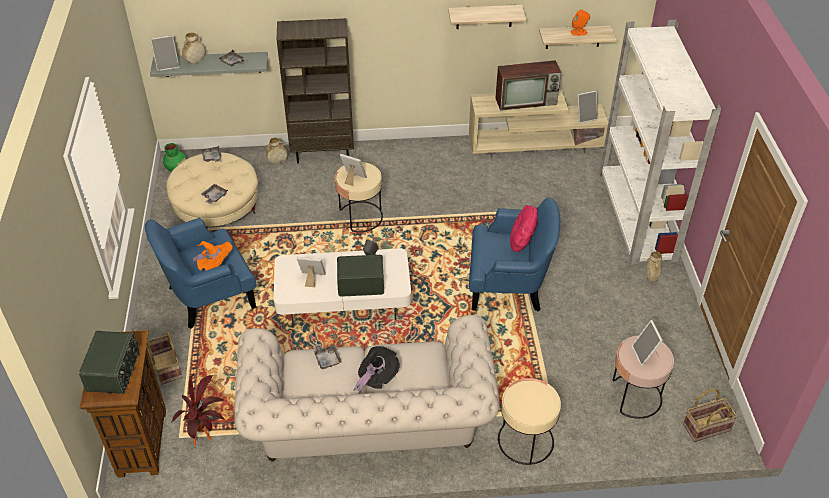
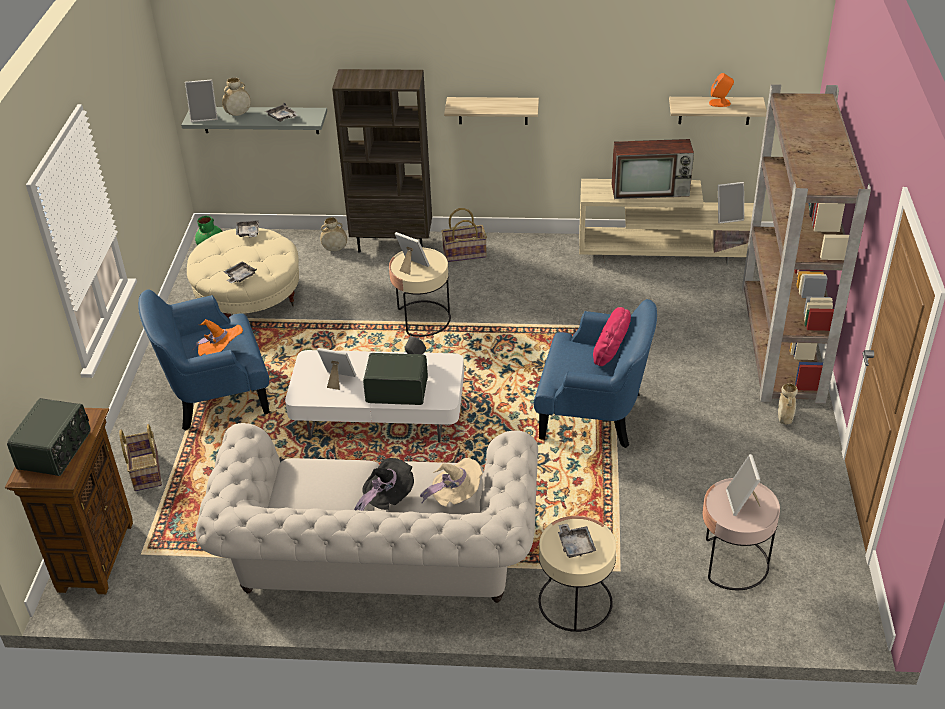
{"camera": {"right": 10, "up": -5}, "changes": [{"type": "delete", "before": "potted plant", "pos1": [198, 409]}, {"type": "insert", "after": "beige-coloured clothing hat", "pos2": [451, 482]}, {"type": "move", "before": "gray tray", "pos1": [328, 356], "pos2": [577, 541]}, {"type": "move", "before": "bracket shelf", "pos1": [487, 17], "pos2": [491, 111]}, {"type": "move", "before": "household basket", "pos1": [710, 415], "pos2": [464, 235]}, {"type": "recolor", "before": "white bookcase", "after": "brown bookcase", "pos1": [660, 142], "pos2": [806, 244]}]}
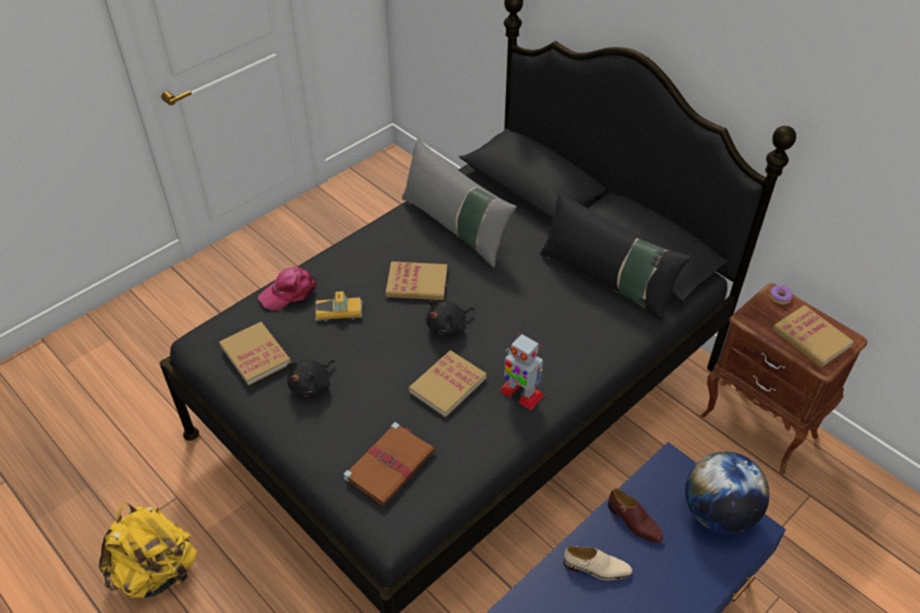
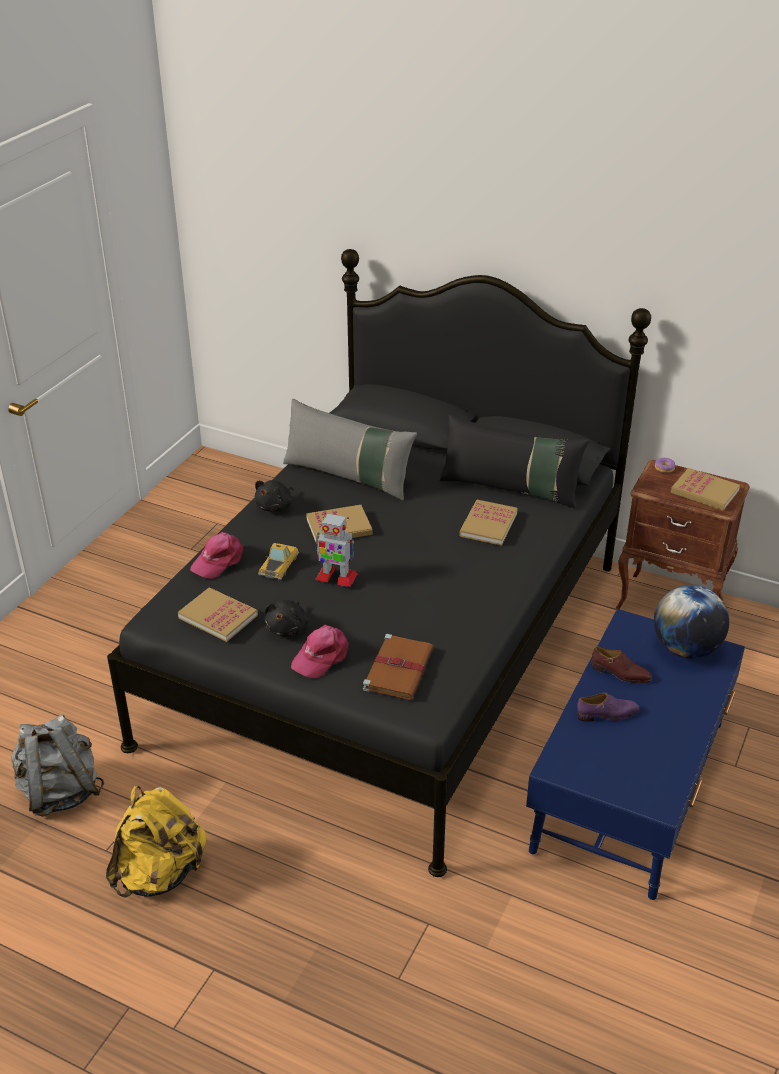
{"camera": {"right": -20, "up": -10}, "changes": [{"type": "insert", "after": "gray rucksack", "pos2": [58, 765]}, {"type": "insert", "after": "pinkish peaked cap", "pos2": [320, 652]}, {"type": "move", "before": "volume", "pos1": [447, 384], "pos2": [488, 523]}, {"type": "move", "before": "black-coloured soft toy", "pos1": [450, 318], "pos2": [273, 496]}, {"type": "move", "before": "model robot", "pos1": [521, 371], "pos2": [336, 550]}, {"type": "recolor", "before": "beige-coloured low shoe", "after": "purple-coloured low shoe", "pos1": [598, 563], "pos2": [608, 707]}, {"type": "rotate", "before": "model car", "pos1": [339, 306], "pos2": [278, 561], "turn": -45}]}
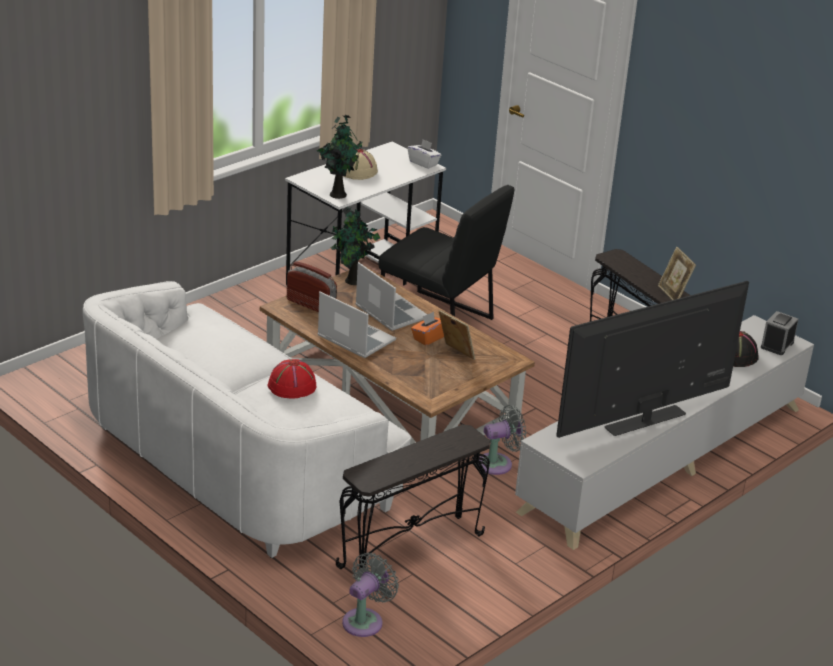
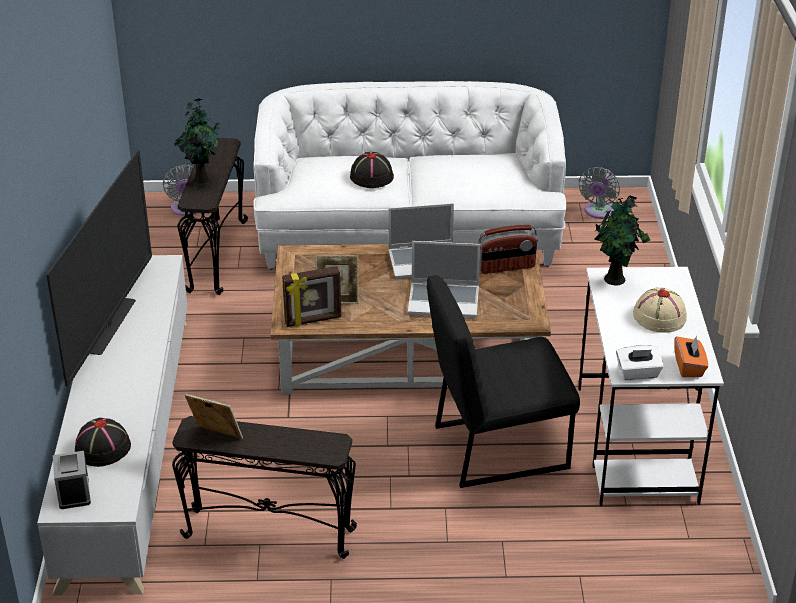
{"camera": {"right": 135, "up": 5}, "changes": [{"type": "insert", "after": "photo frame", "pos2": [311, 296]}, {"type": "move", "before": "potted plant", "pos1": [355, 245], "pos2": [197, 143]}, {"type": "move", "before": "orange-coloured box of tissues", "pos1": [427, 329], "pos2": [691, 356]}, {"type": "move", "before": "gray fan", "pos1": [502, 440], "pos2": [599, 193]}, {"type": "recolor", "before": "red clothing hat", "after": "black-coloured clothing hat", "pos1": [291, 378], "pos2": [372, 170]}]}
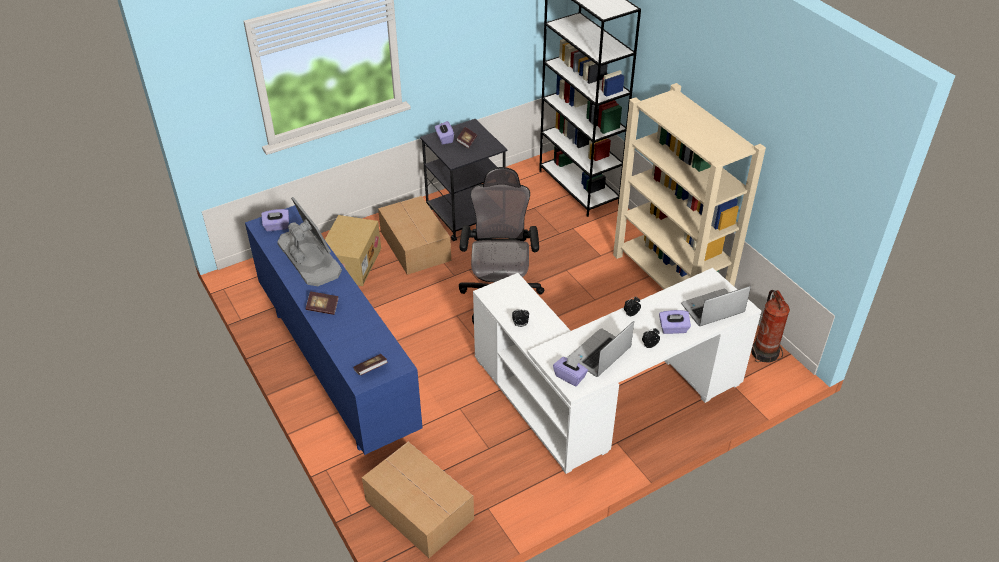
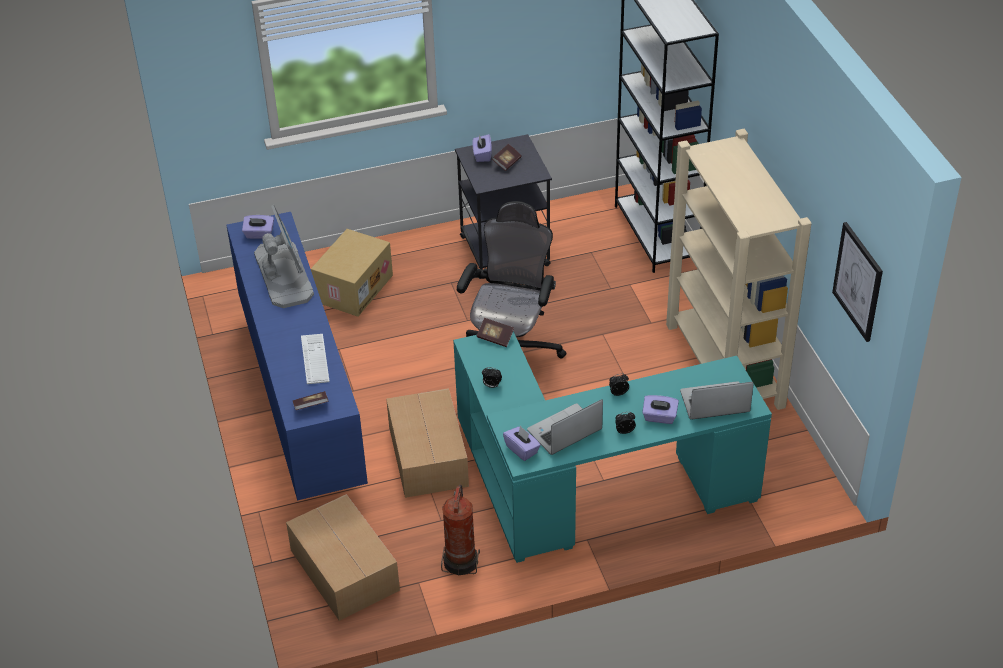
{"camera": {"right": 15, "up": 0}, "changes": [{"type": "insert", "after": "computer keyboard", "pos2": [315, 359]}, {"type": "insert", "after": "wall picture", "pos2": [857, 282]}, {"type": "move", "before": "volume", "pos1": [322, 303], "pos2": [495, 332]}, {"type": "move", "before": "carton", "pos1": [414, 235], "pos2": [427, 443]}, {"type": "move", "before": "fire extinguisher", "pos1": [771, 326], "pos2": [460, 529]}, {"type": "recolor", "before": "white desk table", "after": "blue-green desk table", "pos1": [617, 371], "pos2": [612, 447]}]}
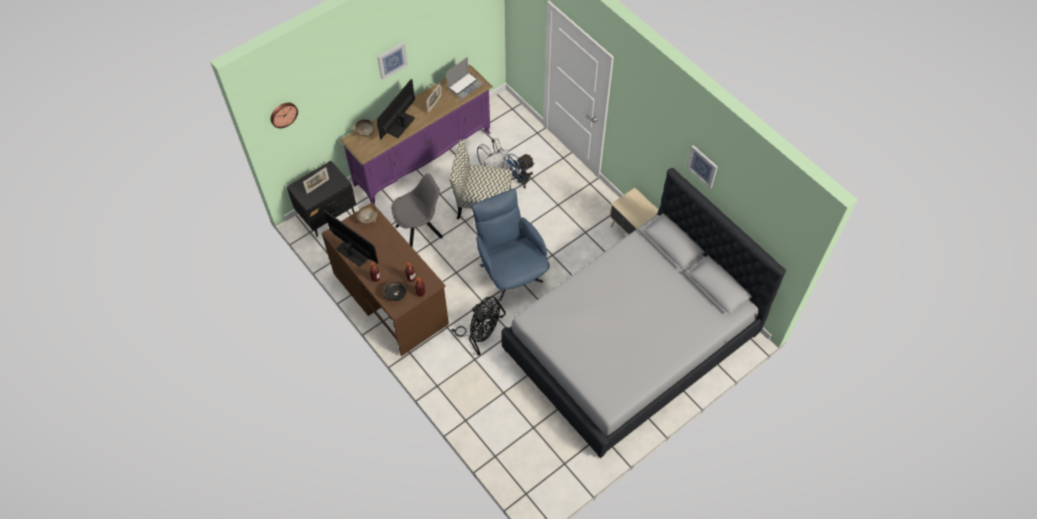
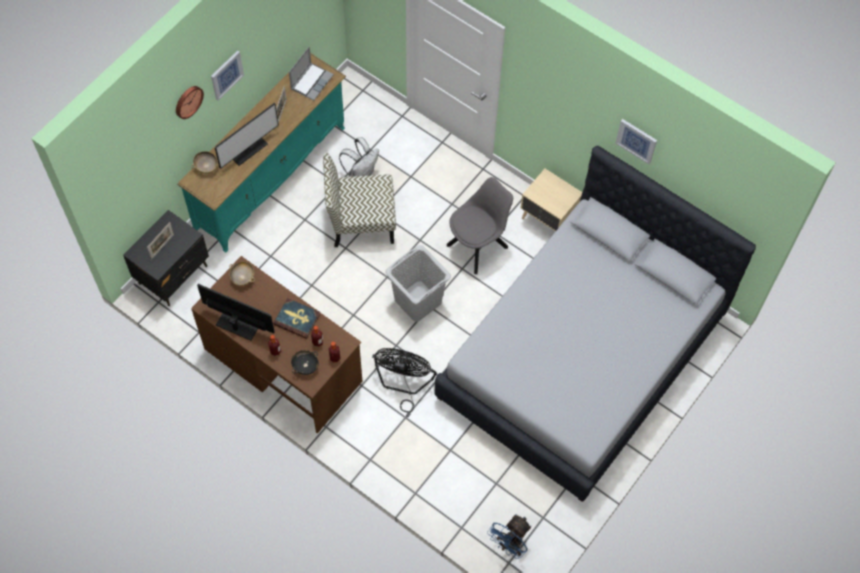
{"camera": {"right": -15, "up": 5}, "changes": [{"type": "insert", "after": "volume", "pos2": [296, 318]}, {"type": "move", "before": "wall clock", "pos1": [284, 115], "pos2": [190, 102]}, {"type": "move", "before": "gray chair", "pos1": [417, 211], "pos2": [480, 225]}, {"type": "move", "before": "blue-coloured fan", "pos1": [519, 171], "pos2": [509, 536]}, {"type": "replace", "before": "blue-coloured armchair", "after": "gray washing basket", "pos1": [511, 245], "pos2": [418, 283]}, {"type": "recolor", "before": "purple-coloured drawer chest", "after": "blue-green drawer chest", "pos1": [416, 135], "pos2": [261, 152]}, {"type": "rotate", "before": "monitor", "pos1": [395, 109], "pos2": [247, 136], "turn": -150}, {"type": "rotate", "before": "black-coloured fan", "pos1": [478, 326], "pos2": [404, 382], "turn": -90}]}
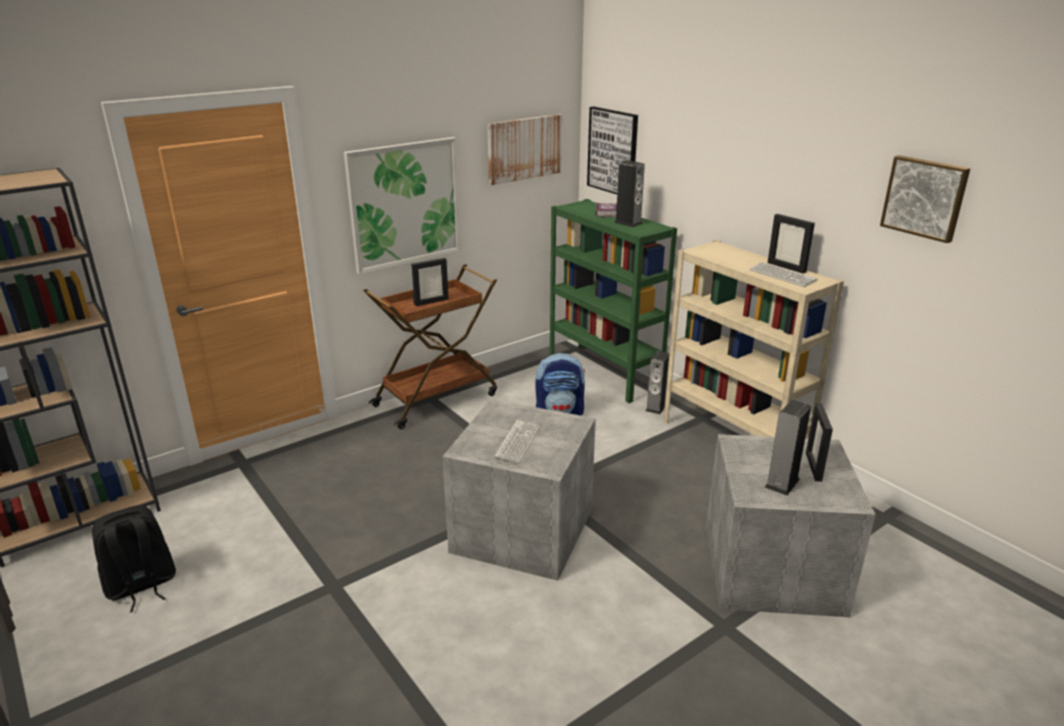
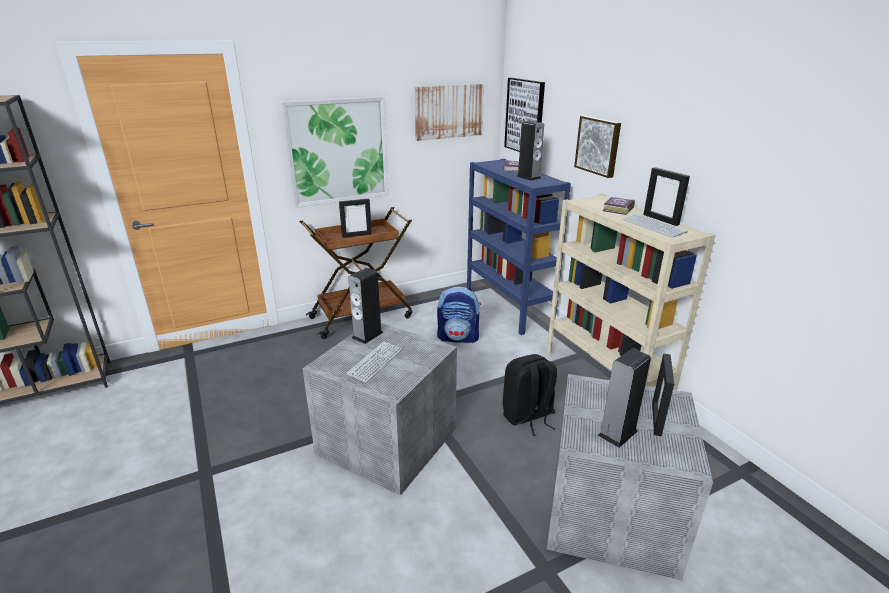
{"camera": {"right": 10, "up": 0}, "changes": [{"type": "insert", "after": "volume", "pos2": [618, 206]}, {"type": "move", "before": "black-coloured rucksack", "pos1": [134, 559], "pos2": [530, 395]}, {"type": "move", "before": "speaker", "pos1": [657, 382], "pos2": [365, 306]}, {"type": "move", "before": "wall picture", "pos1": [925, 199], "pos2": [597, 147]}, {"type": "recolor", "before": "green bookcase", "after": "blue-coloured bookcase", "pos1": [613, 301], "pos2": [519, 247]}]}
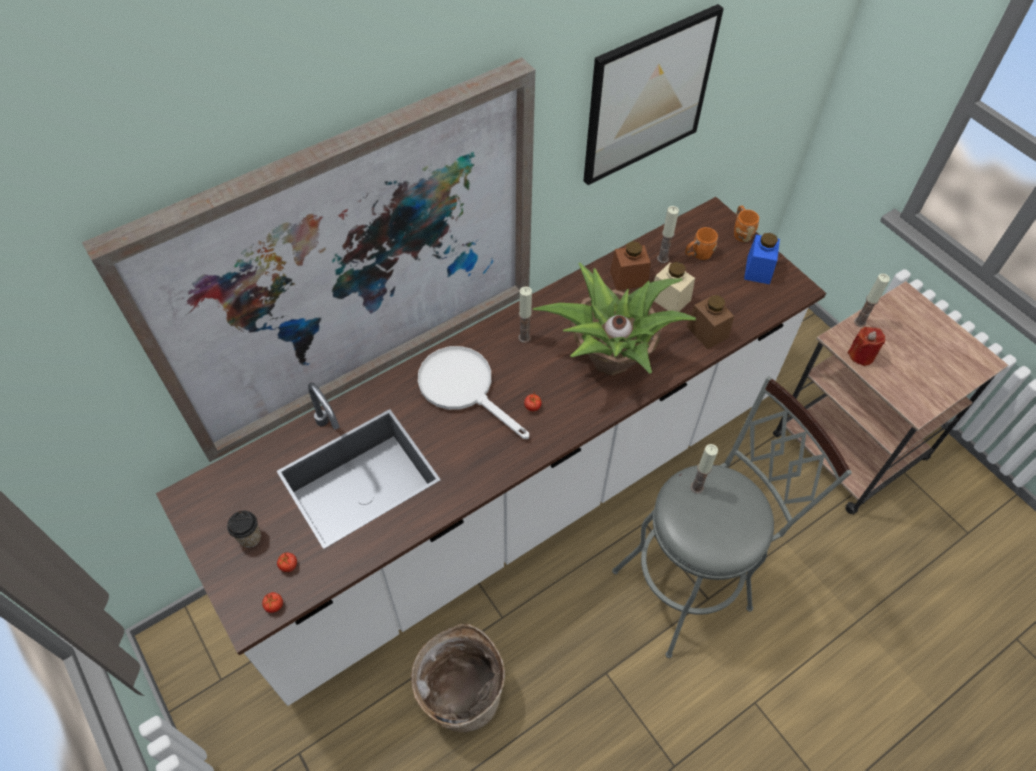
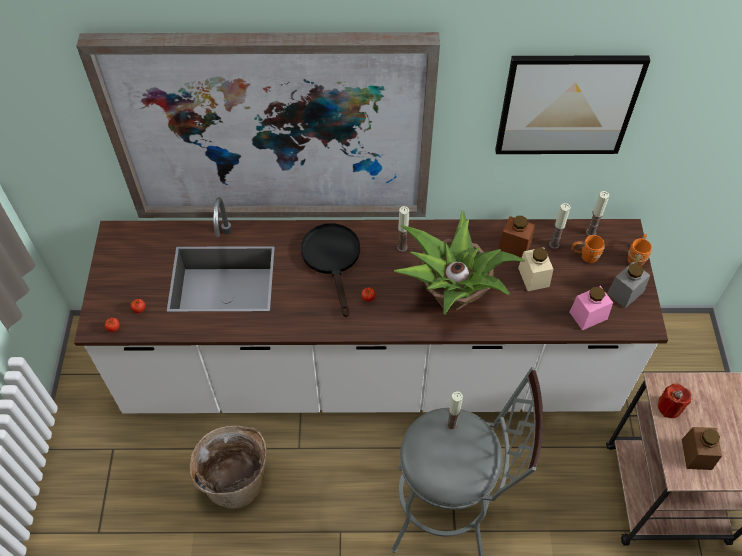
{"camera": {"right": 35, "up": 0}, "changes": [{"type": "delete", "before": "drinking cup", "pos1": [244, 529]}, {"type": "insert", "after": "pinkish preserve jar", "pos2": [591, 308]}, {"type": "move", "before": "brown preserve jar", "pos1": [710, 322], "pos2": [702, 448]}, {"type": "move", "before": "wax light", "pos1": [872, 300], "pos2": [598, 213]}, {"type": "recolor", "before": "white pan", "after": "black-coloured pan", "pos1": [473, 392], "pos2": [330, 270]}, {"type": "recolor", "before": "blue-coloured preserve jar", "after": "gray preserve jar", "pos1": [762, 258], "pos2": [628, 285]}]}
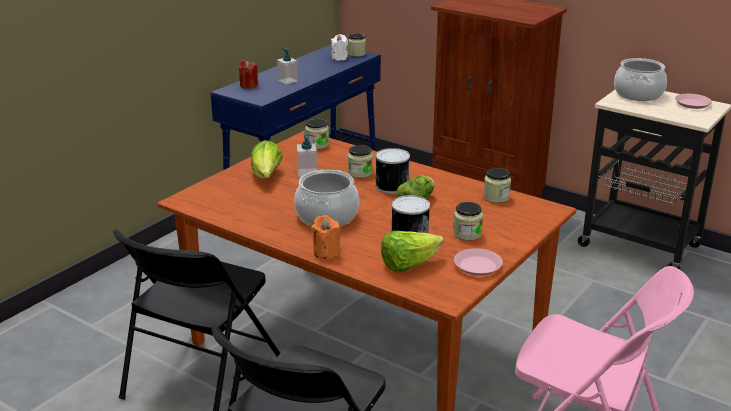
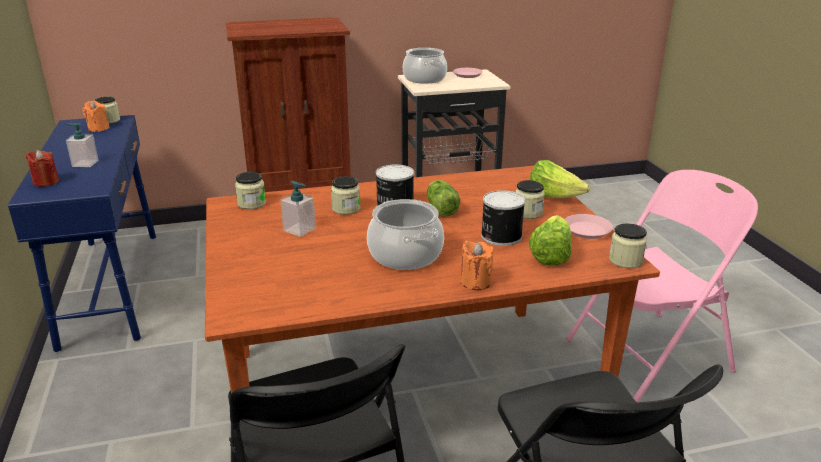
{"camera": {"right": -50, "up": 0}, "changes": [{"type": "move", "before": "head of lettuce", "pos1": [267, 159], "pos2": [559, 179]}, {"type": "move", "before": "preserve jar", "pos1": [497, 185], "pos2": [628, 245]}, {"type": "recolor", "before": "white wax light", "after": "orange-coloured wax light", "pos1": [339, 47], "pos2": [96, 116]}]}
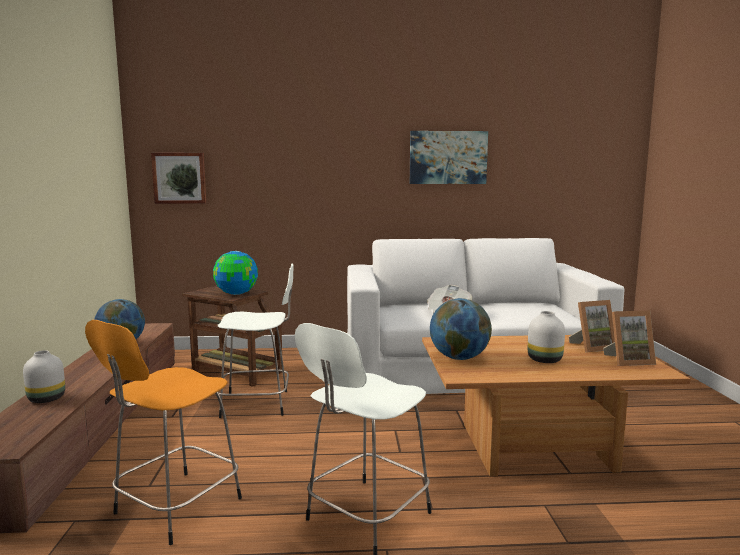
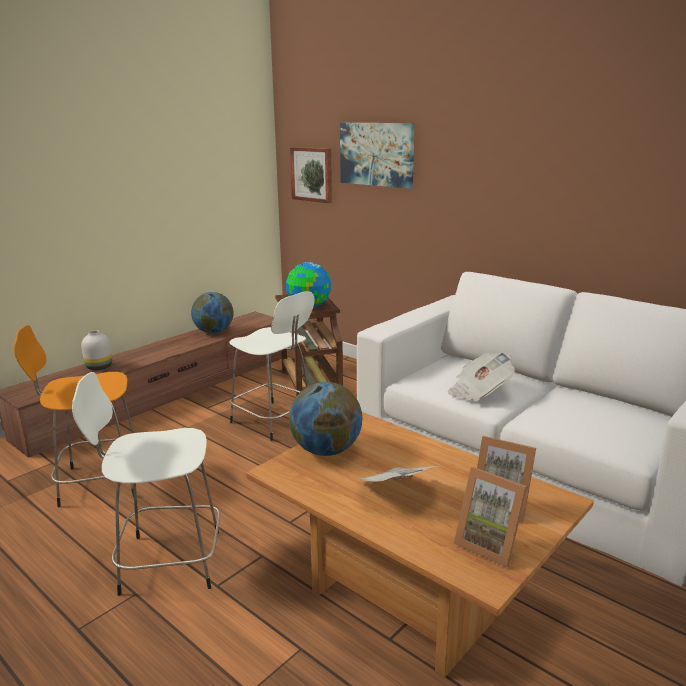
{"camera": {"right": 45, "up": 10}, "changes": [{"type": "move", "before": "wall picture", "pos1": [449, 157], "pos2": [377, 156]}, {"type": "replace", "before": "white vase", "after": "printed paper", "pos1": [546, 337], "pos2": [399, 474]}]}
